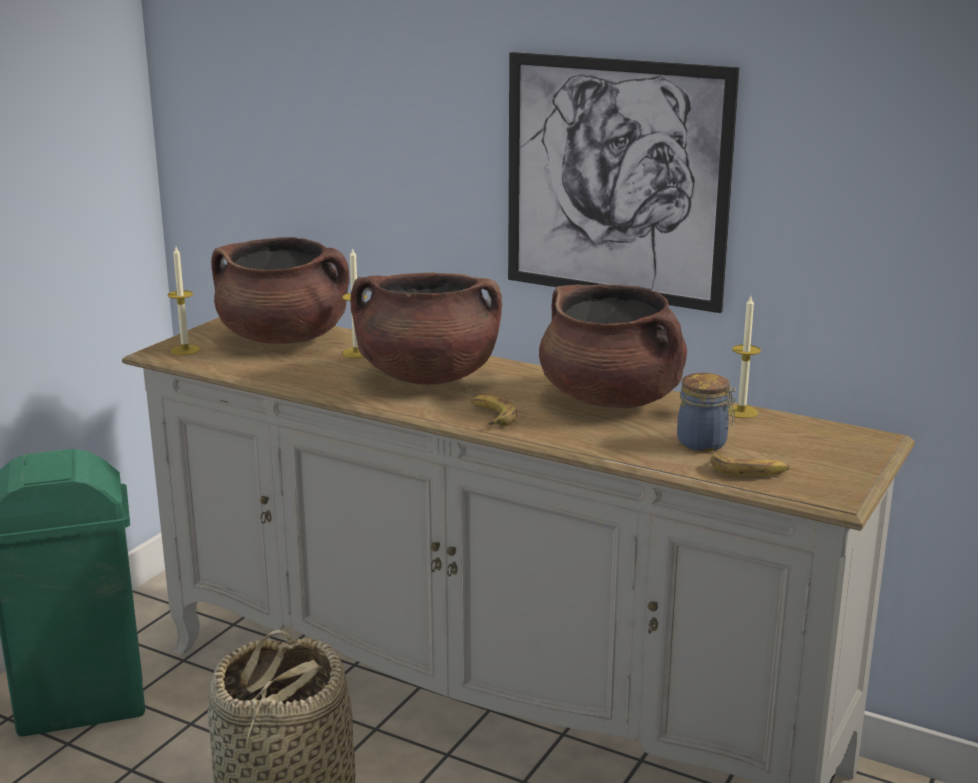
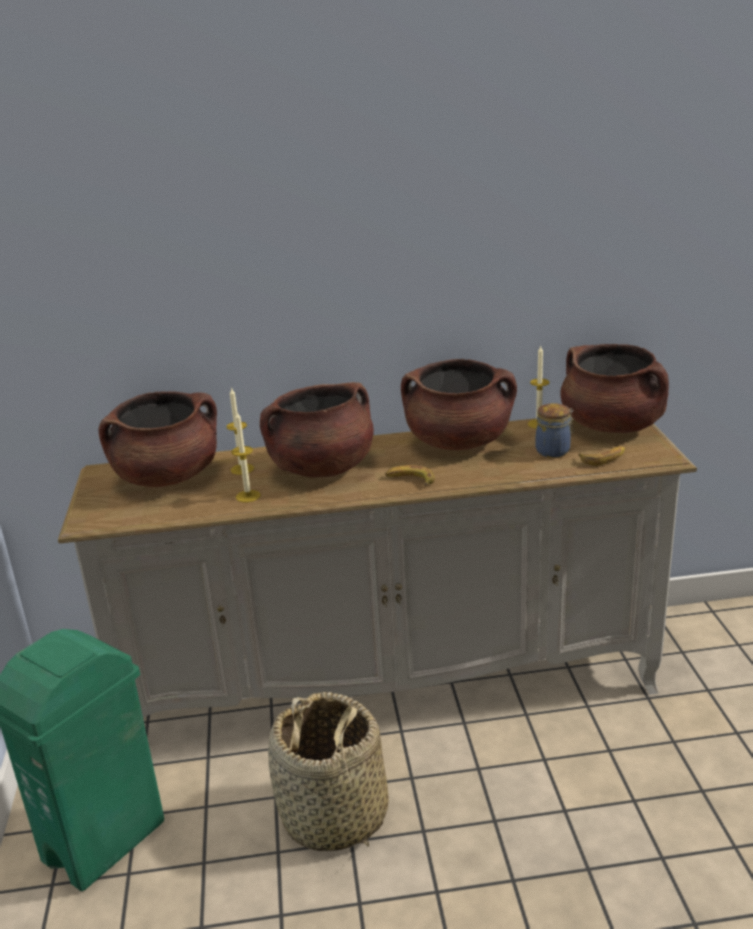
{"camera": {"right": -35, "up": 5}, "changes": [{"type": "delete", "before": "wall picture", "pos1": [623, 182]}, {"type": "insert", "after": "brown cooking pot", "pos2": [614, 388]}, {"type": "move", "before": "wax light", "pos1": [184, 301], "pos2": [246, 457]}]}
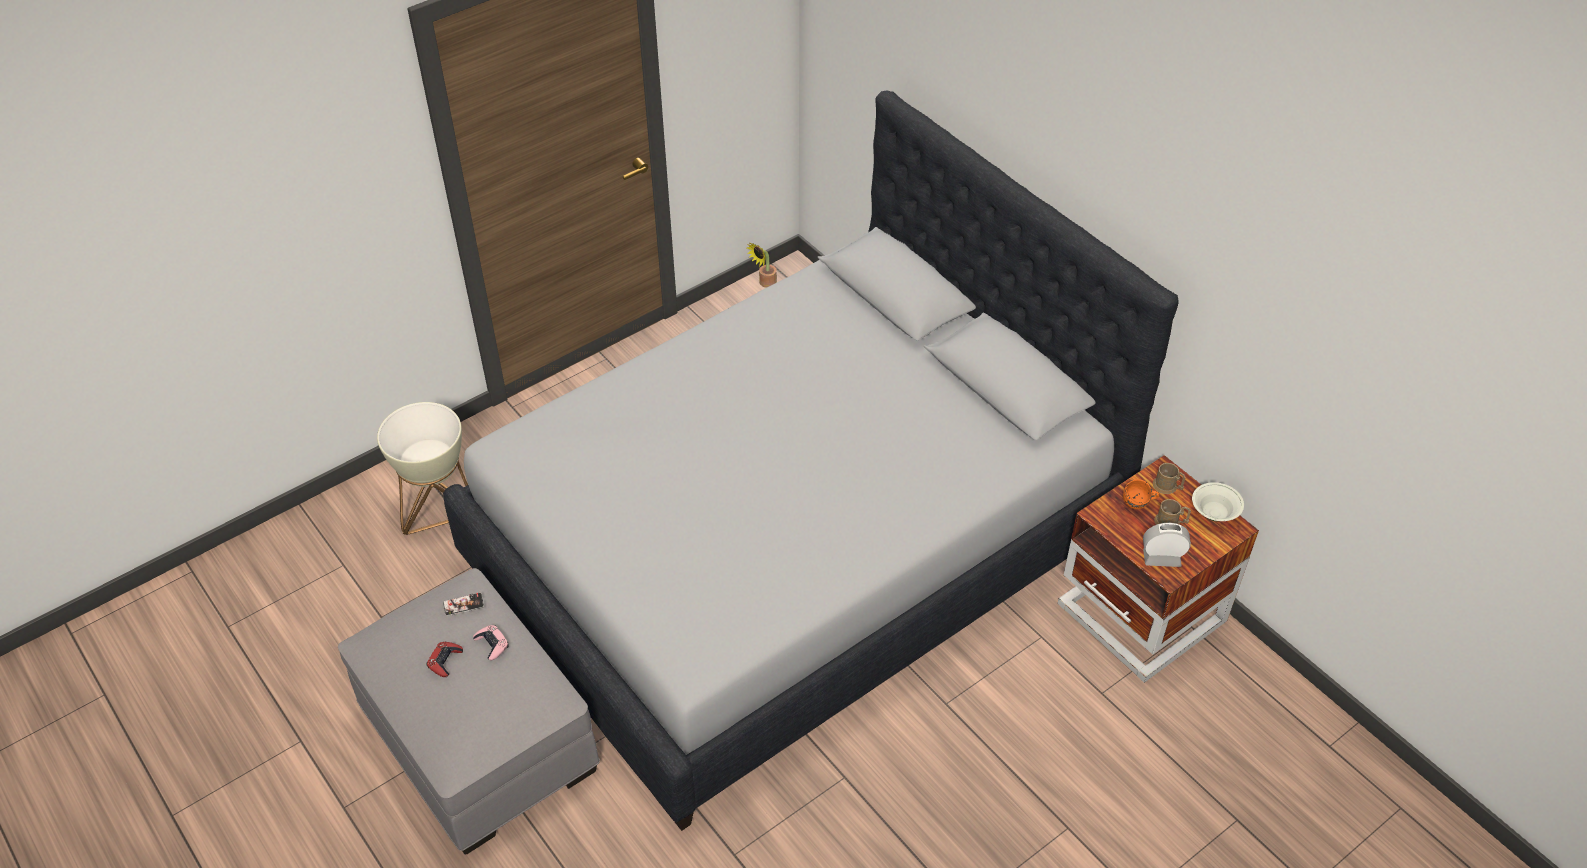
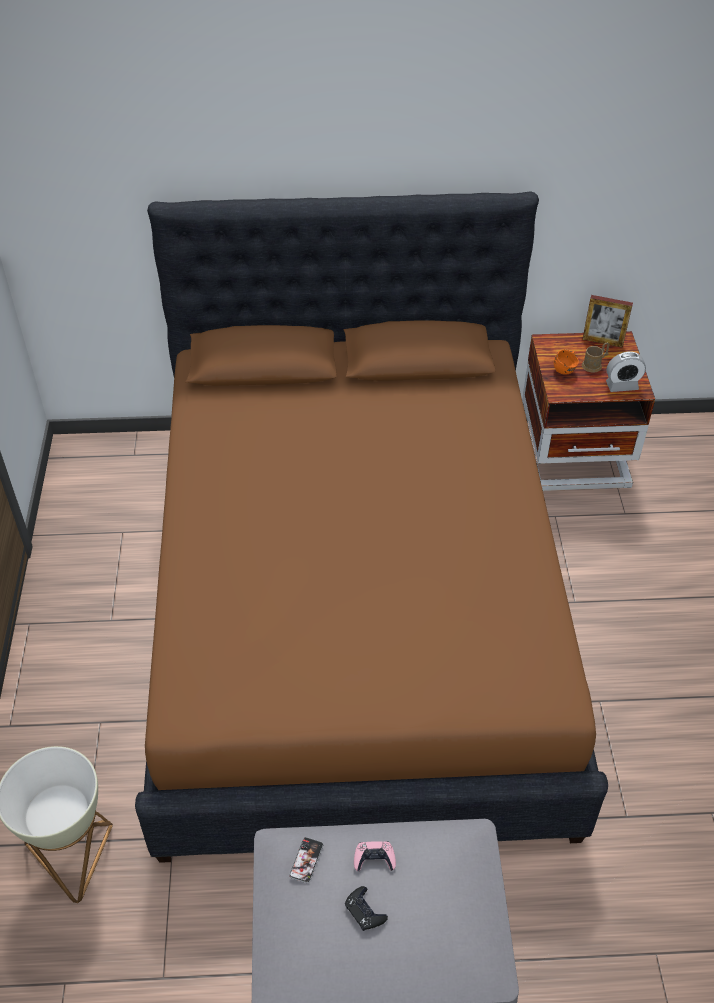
{"camera": {"right": -55, "up": 0}, "changes": [{"type": "delete", "before": "potted plant", "pos1": [761, 265]}, {"type": "delete", "before": "brown mug", "pos1": [1169, 478]}, {"type": "replace", "before": "white serving bowl", "after": "photo frame", "pos1": [1218, 501], "pos2": [607, 321]}, {"type": "recolor", "before": "red game controller", "after": "black-coloured game controller", "pos1": [444, 659], "pos2": [366, 908]}, {"type": "recolor", "before": "gray bedroom bed", "after": "brown bedroom bed", "pos1": [811, 460], "pos2": [371, 527]}, {"type": "rotate", "before": "alarm clock", "pos1": [1167, 545], "pos2": [626, 372], "turn": -135}]}
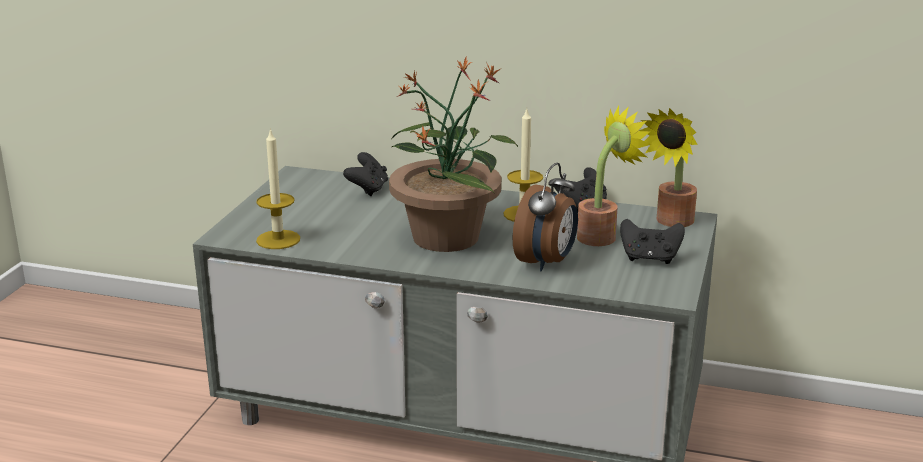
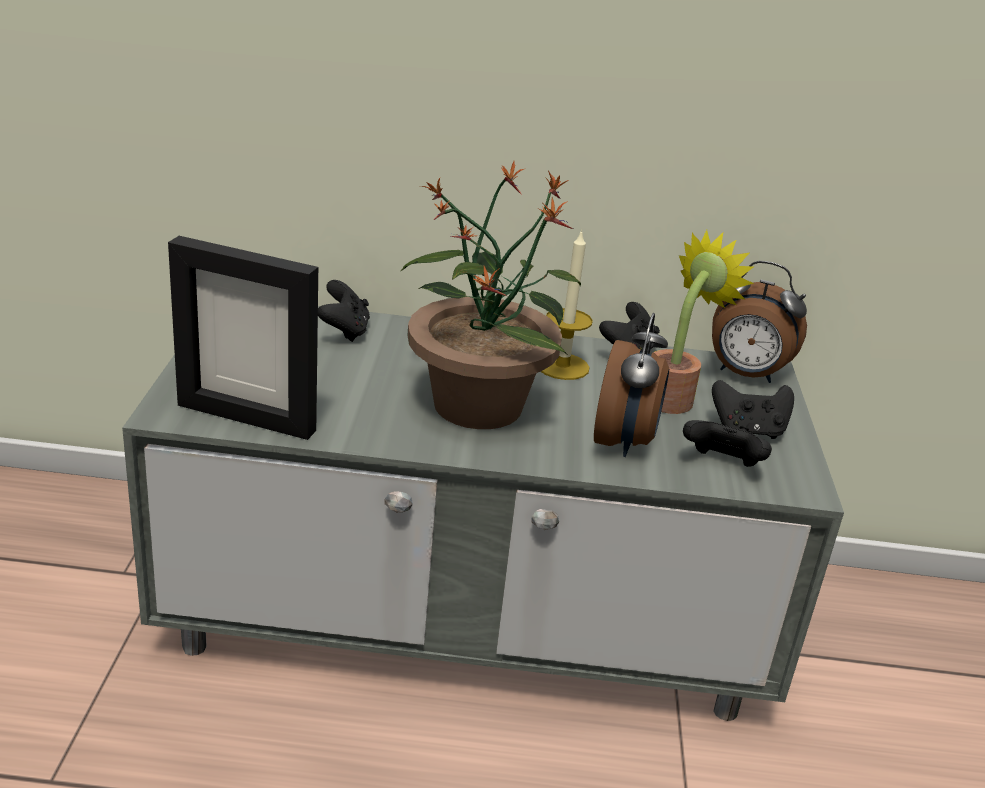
{"camera": {"right": -15, "up": 5}, "changes": [{"type": "insert", "after": "black-coloured game controller", "pos2": [727, 443]}, {"type": "replace", "before": "wax light", "after": "photo frame", "pos1": [278, 188], "pos2": [243, 338]}, {"type": "replace", "before": "potted plant", "after": "alarm clock", "pos1": [668, 167], "pos2": [759, 322]}]}
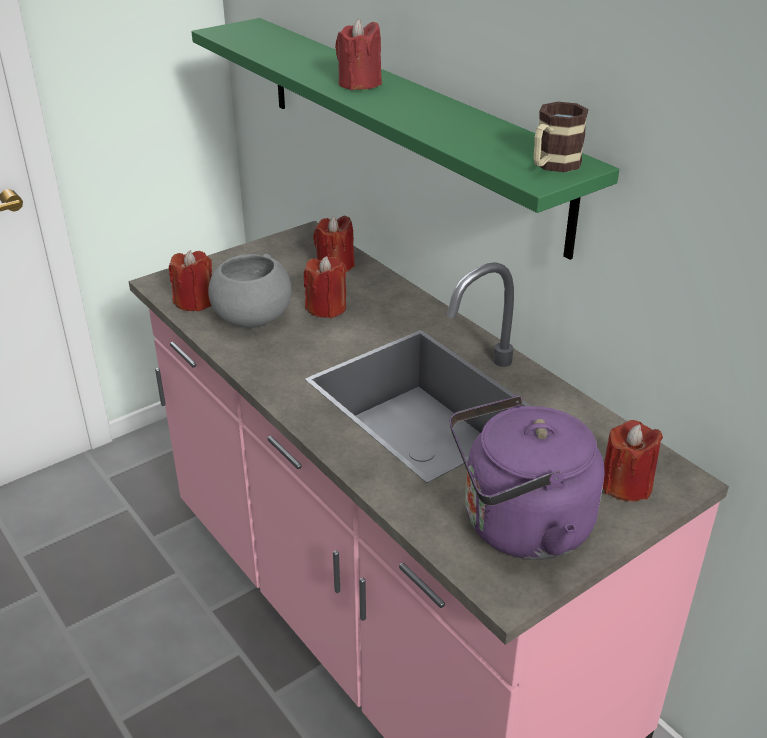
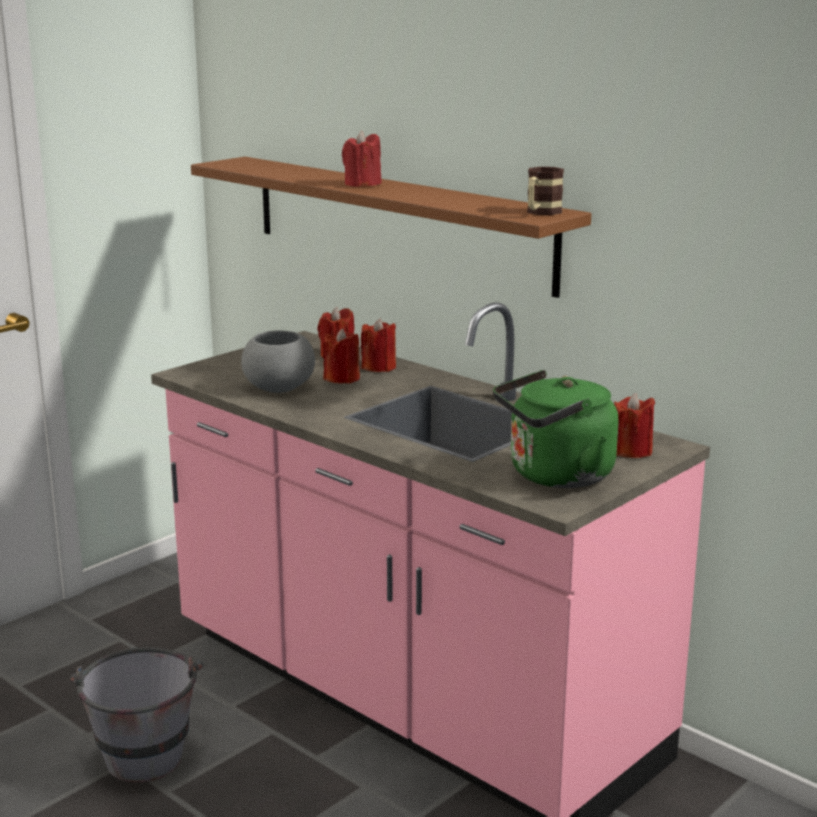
{"camera": {"right": -10, "up": -15}, "changes": [{"type": "insert", "after": "gray pail", "pos2": [137, 715]}, {"type": "move", "before": "red wax light", "pos1": [190, 281], "pos2": [378, 345]}, {"type": "recolor", "before": "green bracket shelf", "after": "brown bracket shelf", "pos1": [405, 139], "pos2": [391, 227]}, {"type": "recolor", "before": "purple-coloured tea kettle", "after": "green tea kettle", "pos1": [527, 477], "pos2": [556, 429]}]}
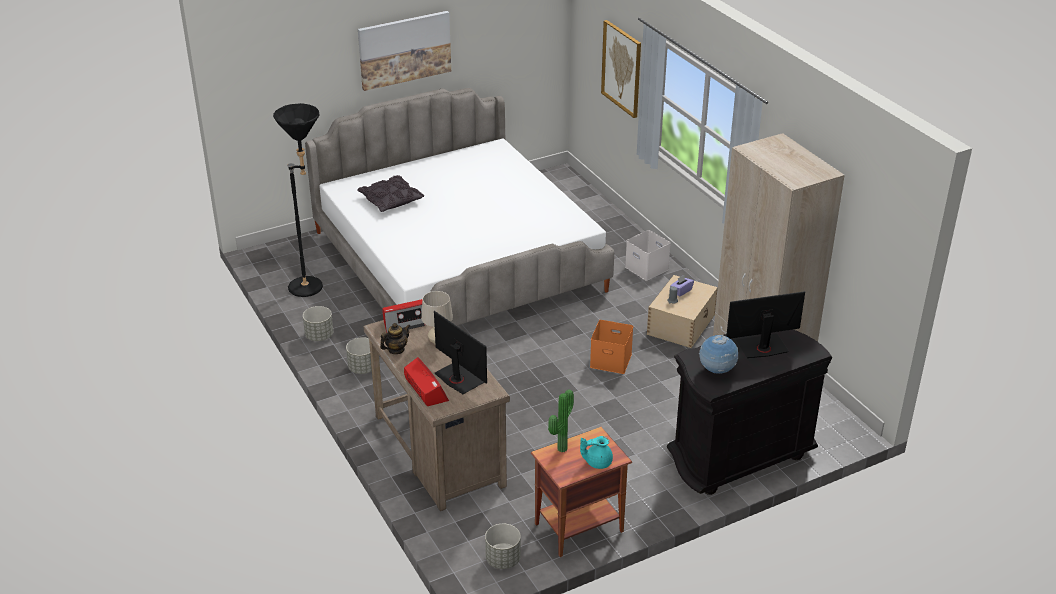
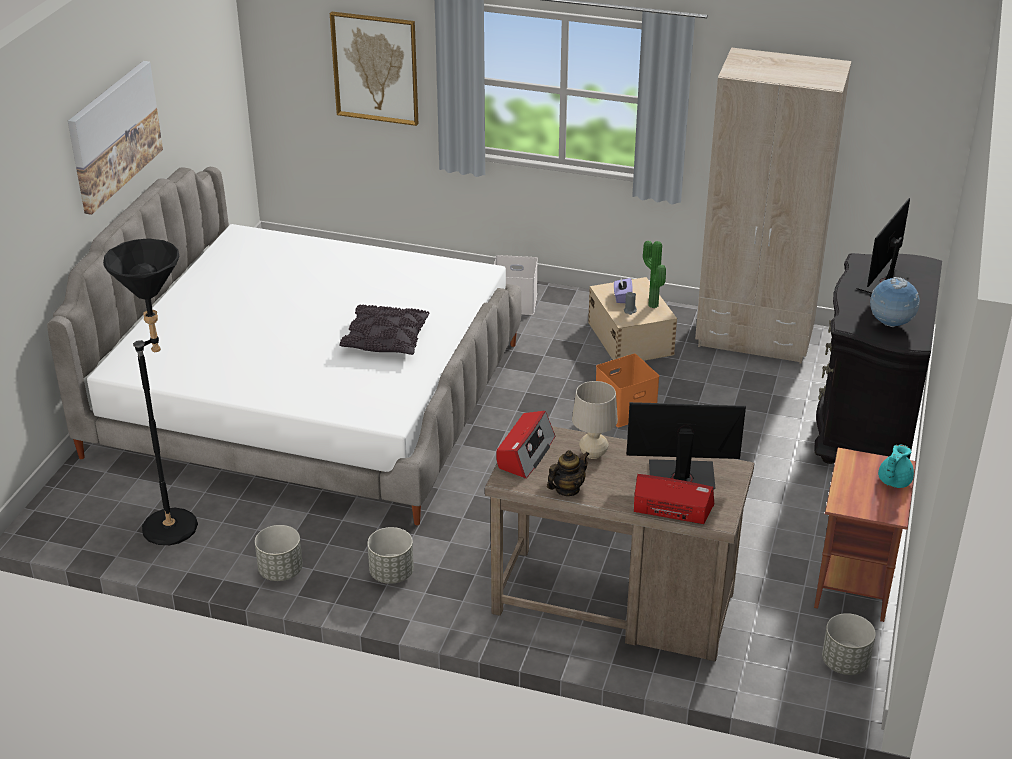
{"camera": {"right": -45, "up": 0}, "changes": [{"type": "move", "before": "black-coloured cushion", "pos1": [390, 193], "pos2": [384, 330]}, {"type": "move", "before": "potted plant", "pos1": [561, 420], "pos2": [654, 274]}, {"type": "rotate", "before": "tea pot", "pos1": [395, 338], "pos2": [568, 473], "turn": 45}]}
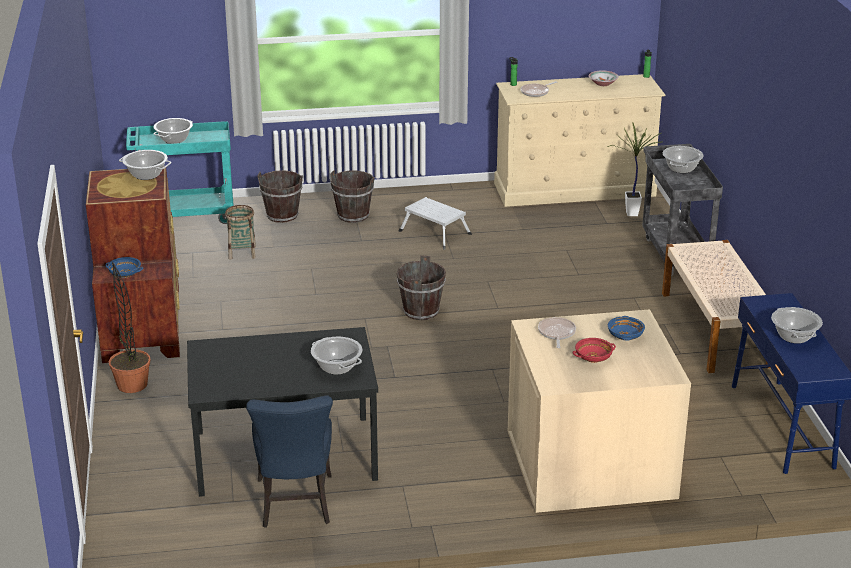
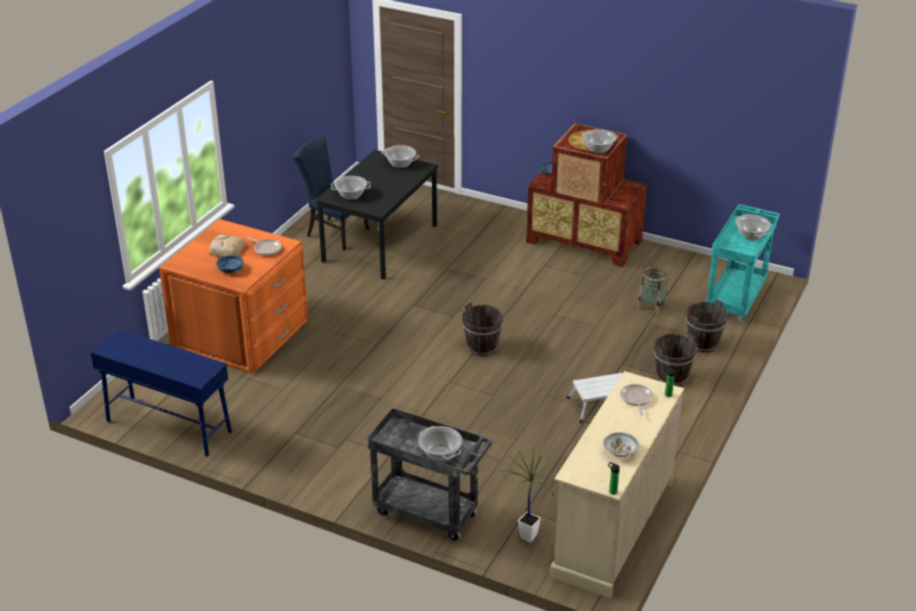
{"camera": {"right": 125, "up": 5}, "changes": [{"type": "delete", "before": "potted plant", "pos1": [130, 327]}, {"type": "delete", "before": "beige-coloured bench", "pos1": [716, 306]}, {"type": "move", "before": "cooking pot", "pos1": [797, 325], "pos2": [400, 156]}, {"type": "replace", "before": "red serving bowl", "after": "bakery bread", "pos1": [594, 350], "pos2": [227, 246]}, {"type": "recolor", "before": "beige-coloured drawer chest", "after": "orange-coloured drawer chest", "pos1": [599, 411], "pos2": [233, 296]}]}
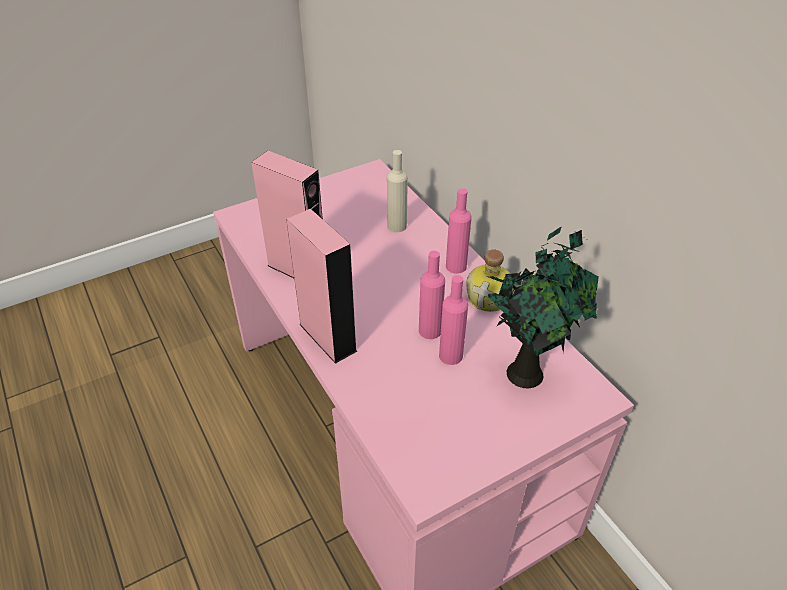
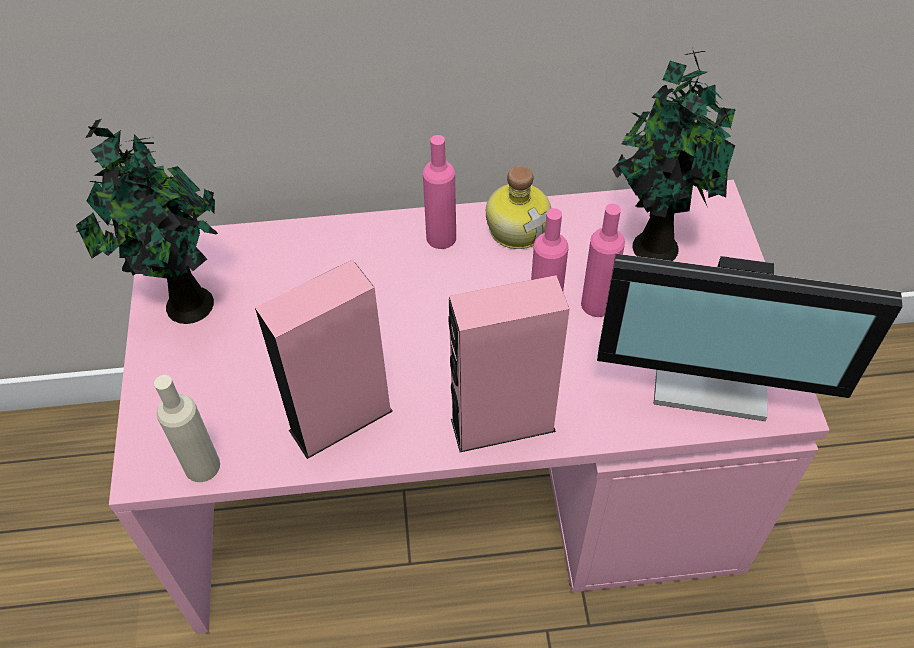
{"camera": {"right": -65, "up": 10}, "changes": [{"type": "insert", "after": "potted plant", "pos2": [147, 221]}, {"type": "insert", "after": "monitor", "pos2": [750, 337]}, {"type": "move", "before": "beige-coloured beverage bottle", "pos1": [397, 191], "pos2": [187, 428]}]}
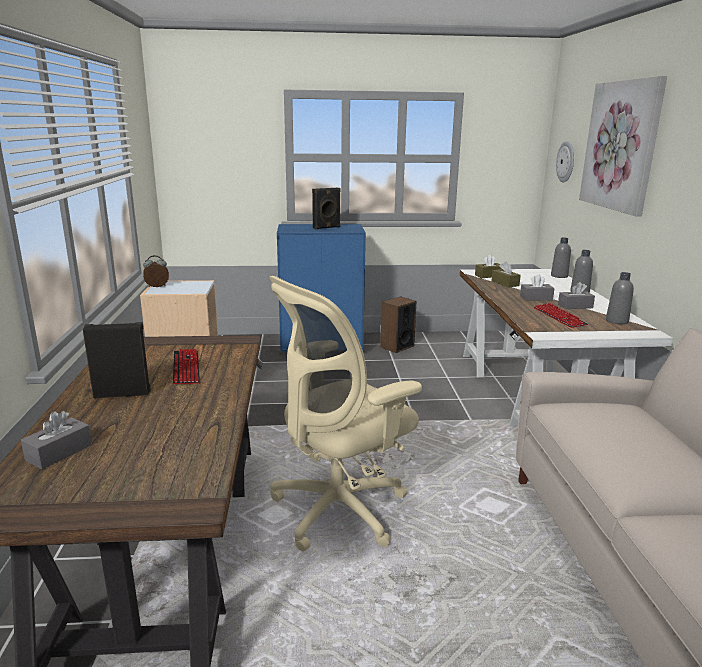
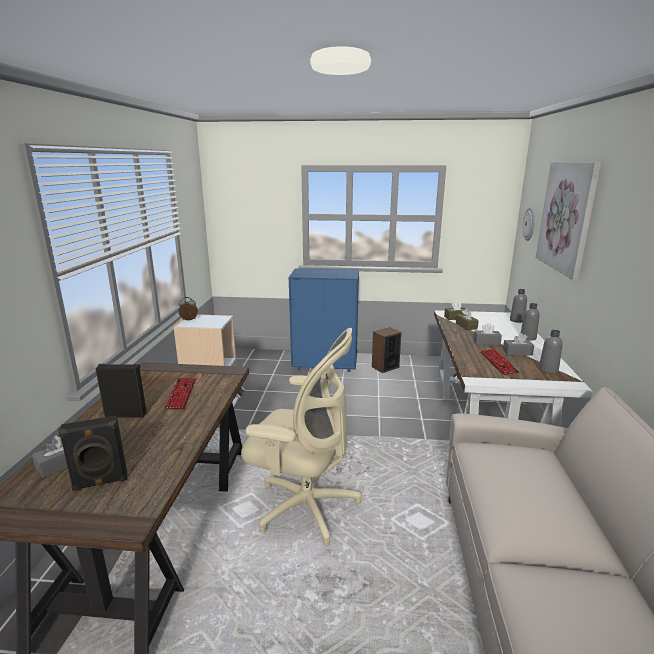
{"camera": {"right": 10, "up": 0}, "changes": [{"type": "move", "before": "black-coloured speaker", "pos1": [326, 208], "pos2": [93, 453]}, {"type": "rotate", "before": "beige-coloured desk chair", "pos1": [346, 414], "pos2": [301, 437], "turn": -135}]}
